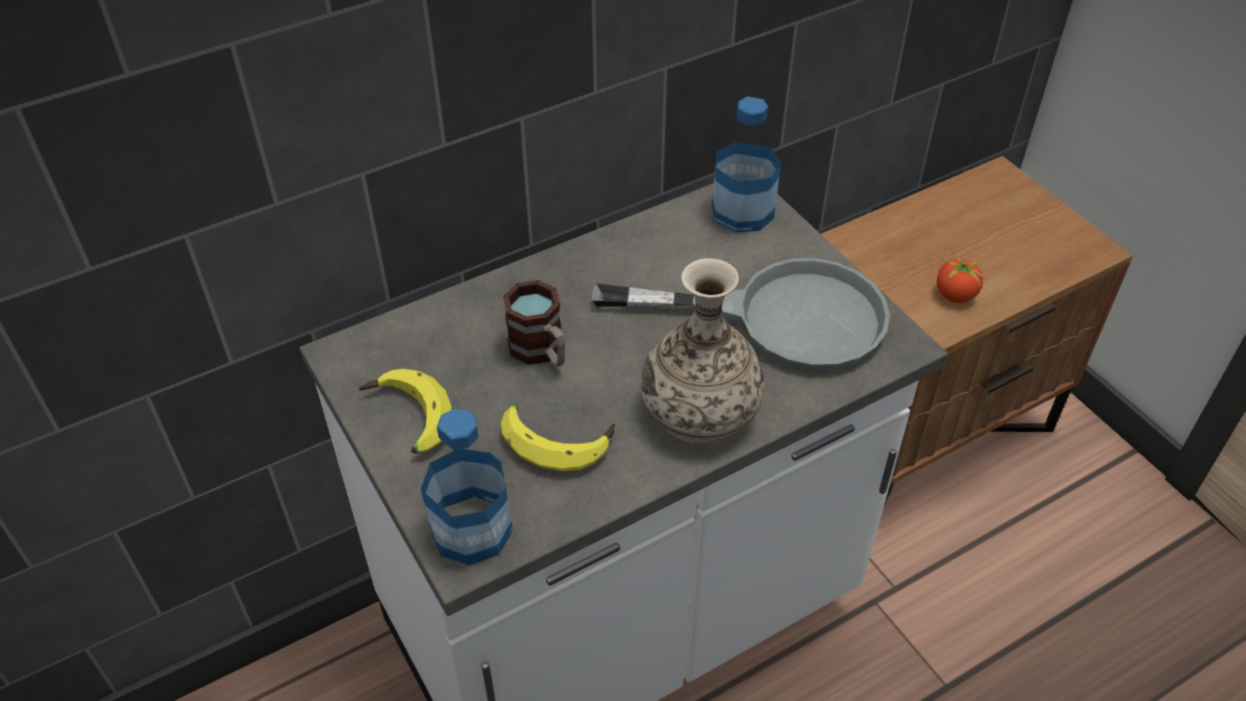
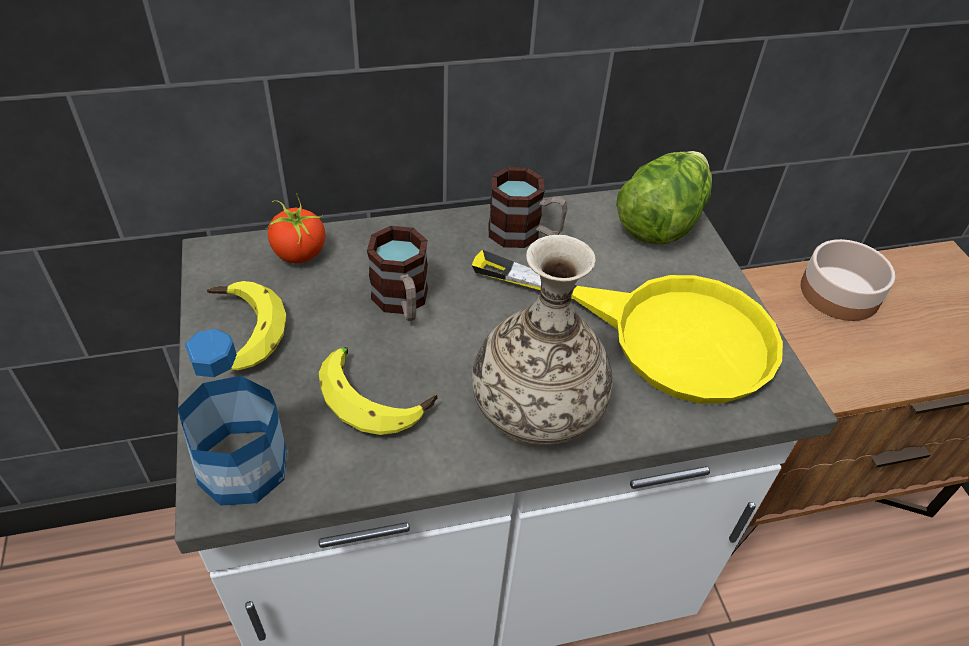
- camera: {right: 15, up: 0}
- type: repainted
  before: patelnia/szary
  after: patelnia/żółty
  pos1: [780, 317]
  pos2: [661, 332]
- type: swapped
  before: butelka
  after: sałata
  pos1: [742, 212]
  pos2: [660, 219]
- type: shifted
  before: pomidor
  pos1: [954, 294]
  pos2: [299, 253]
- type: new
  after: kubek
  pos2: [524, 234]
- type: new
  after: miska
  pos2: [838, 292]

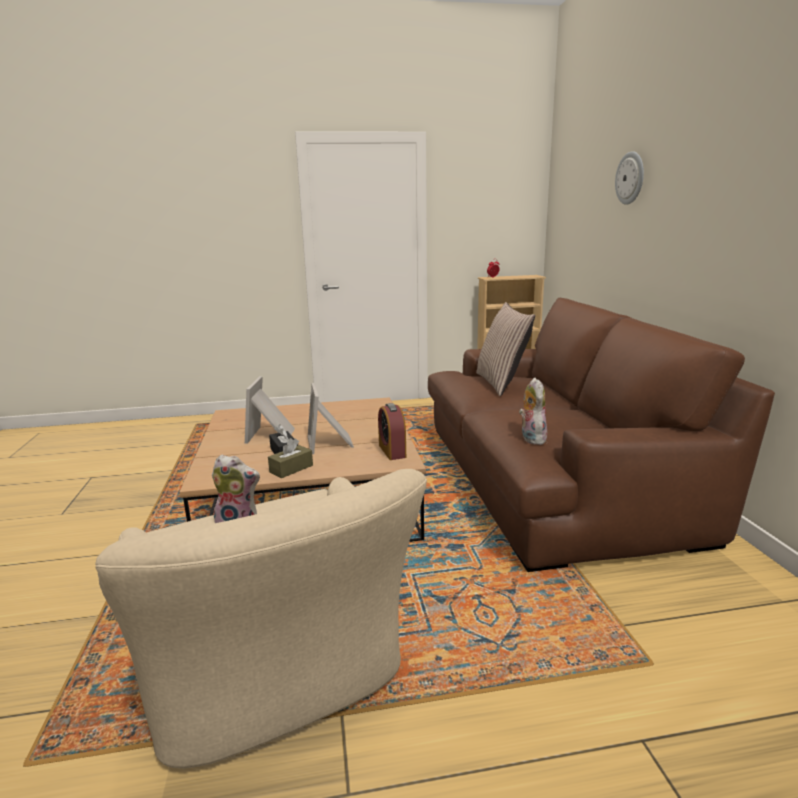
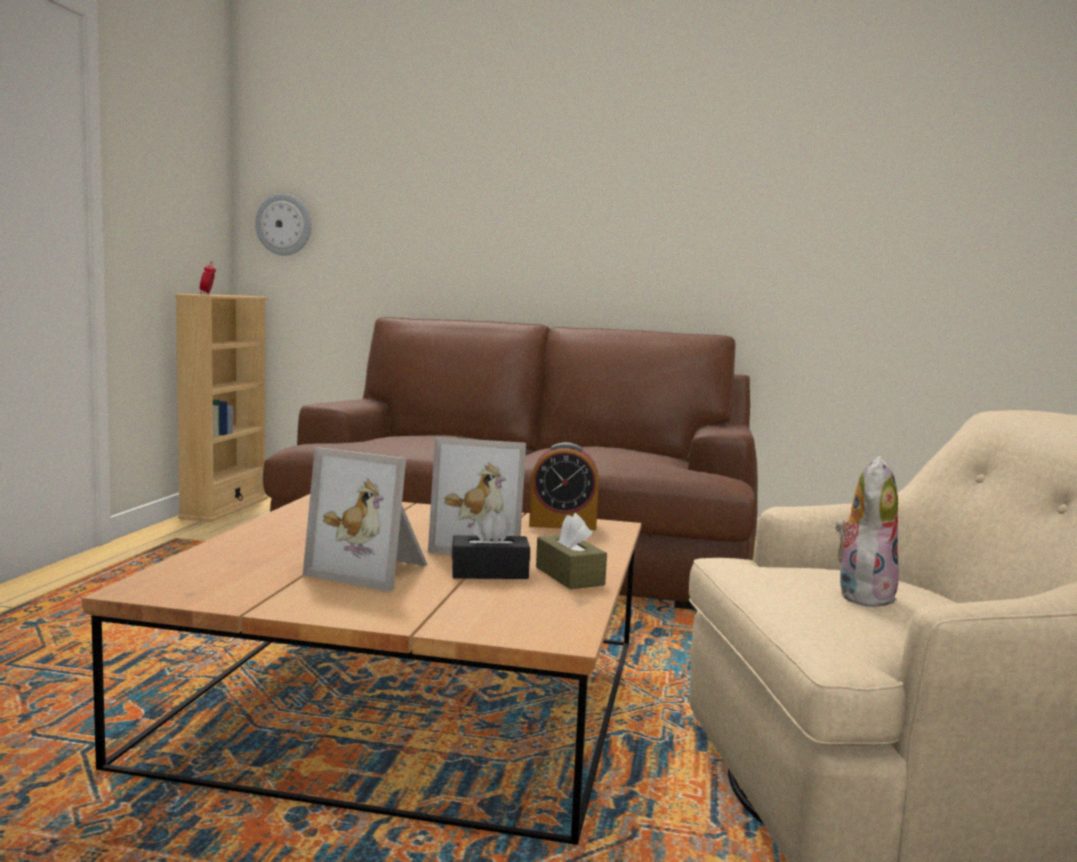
- camera: {right: -70, up: -10}
- type: gone
  before: poduszka
  pos1: [501, 383]
- type: gone
  before: pluszak
  pos1: [531, 438]
- type: shifted
  before: zegar ścienny
  pos1: [630, 178]
  pos2: [284, 225]

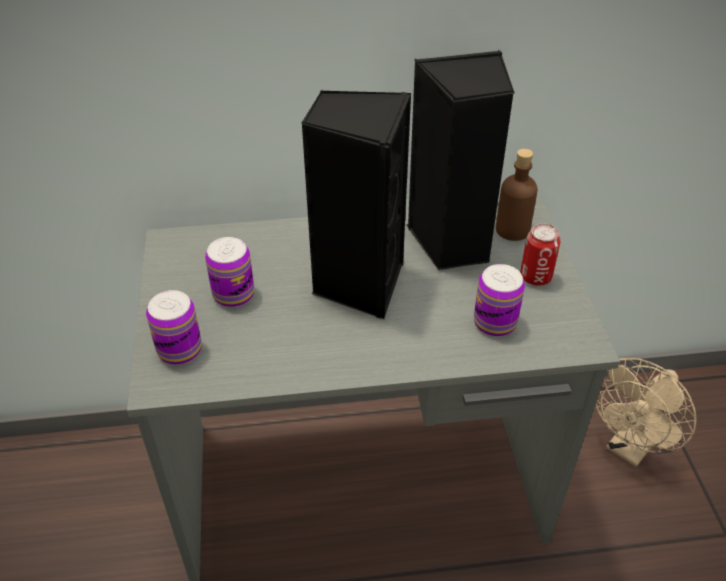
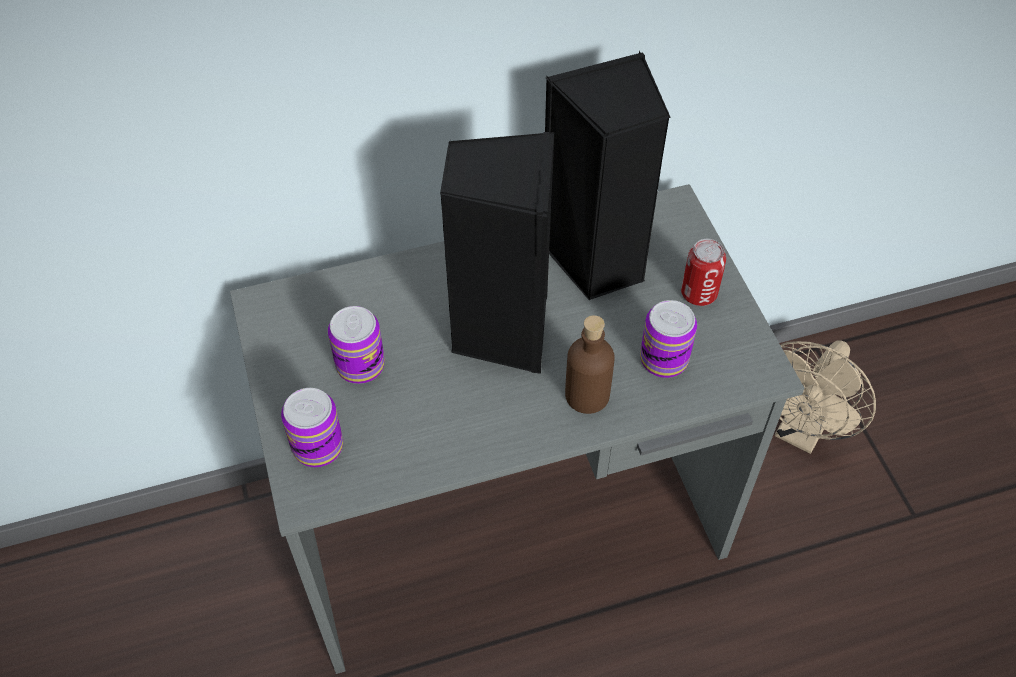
- camera: {right: -10, up: 10}
- type: shifted
  before: butelka/brązowy
  pos1: [512, 230]
  pos2: [587, 395]

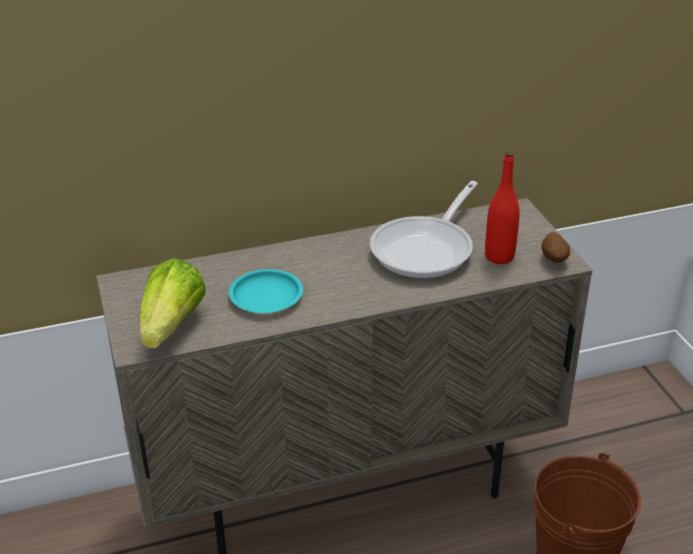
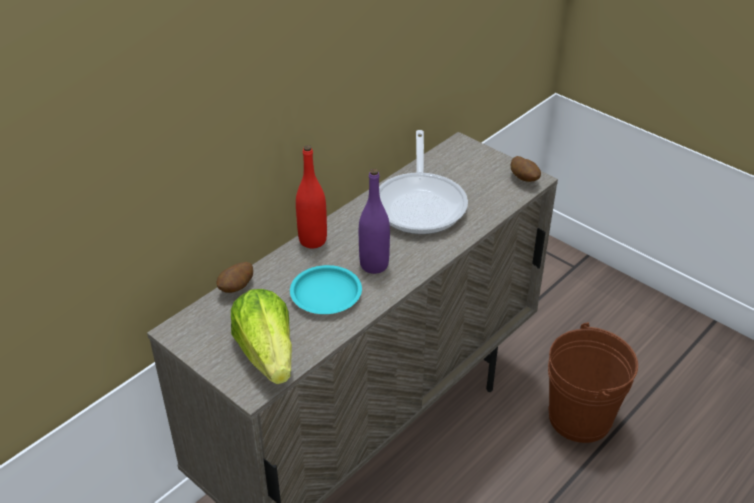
- camera: {right: -30, up: 5}
- type: shifted
  before: butelka/czerwony
  pos1: [499, 257]
  pos2: [313, 240]
- type: new
  after: ziemniak
  pos2: [237, 288]
- type: new
  after: butelka/fioletowy
  pos2: [374, 265]

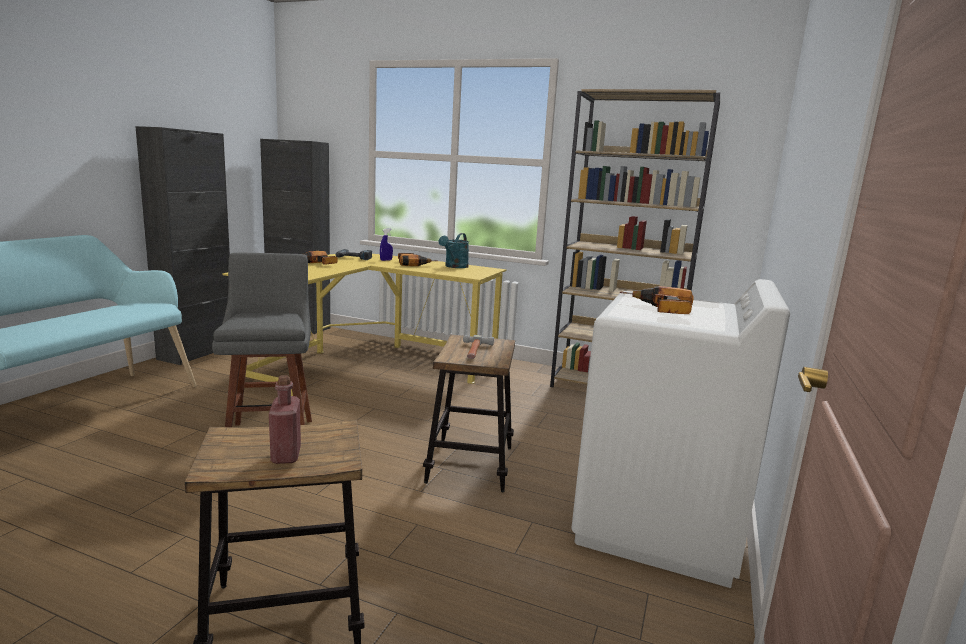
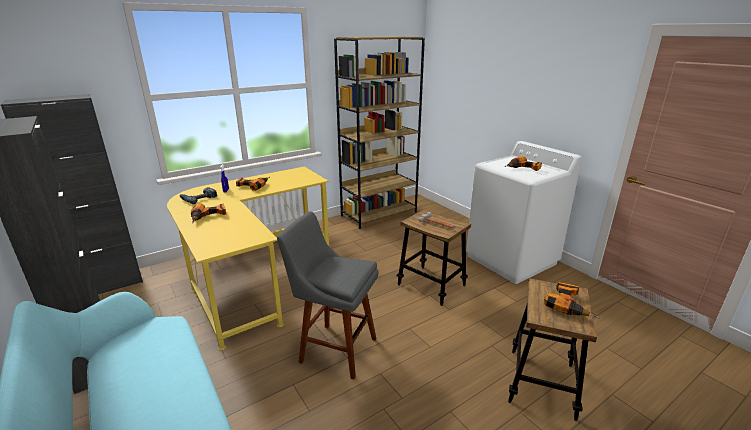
- camera: {right: -55, up: 10}
- type: swapped
  before: butelka/czerwony
  after: wiertarka
  pos1: [286, 455]
  pos2: [569, 305]
- type: gone
  before: konewka/turkusowy
  pos1: [454, 267]

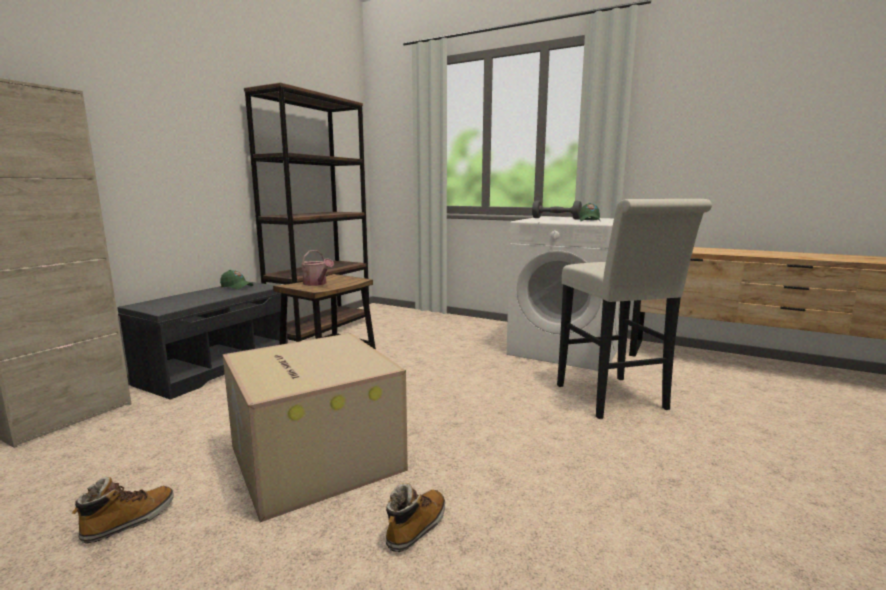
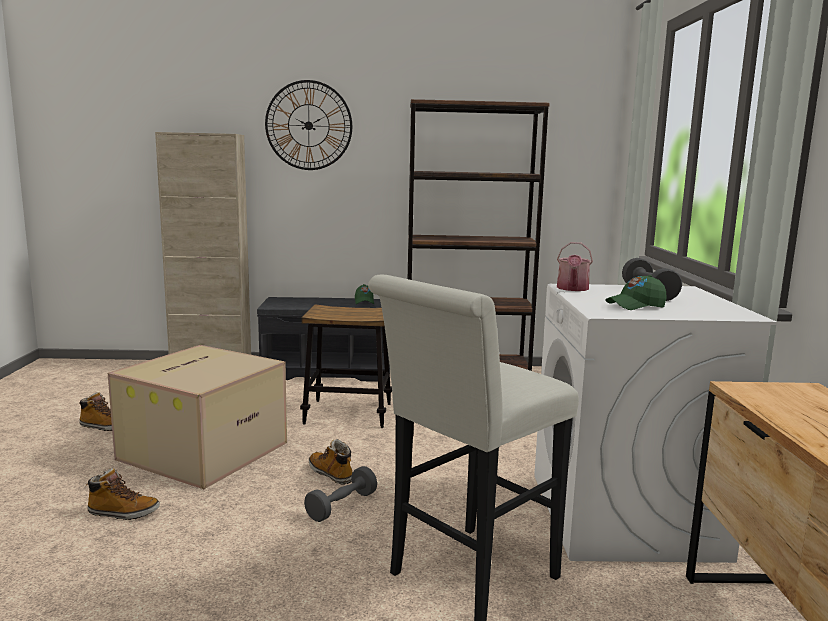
- camera: {right: 60, up: 0}
- type: shifted
  before: konewka
  pos1: [317, 284]
  pos2: [572, 289]
- type: new
  after: zegar ścienny
  pos2: [308, 125]
- type: new
  after: hantel/szary
  pos2: [341, 506]
- type: new
  after: but z cholewką
  pos2: [331, 474]

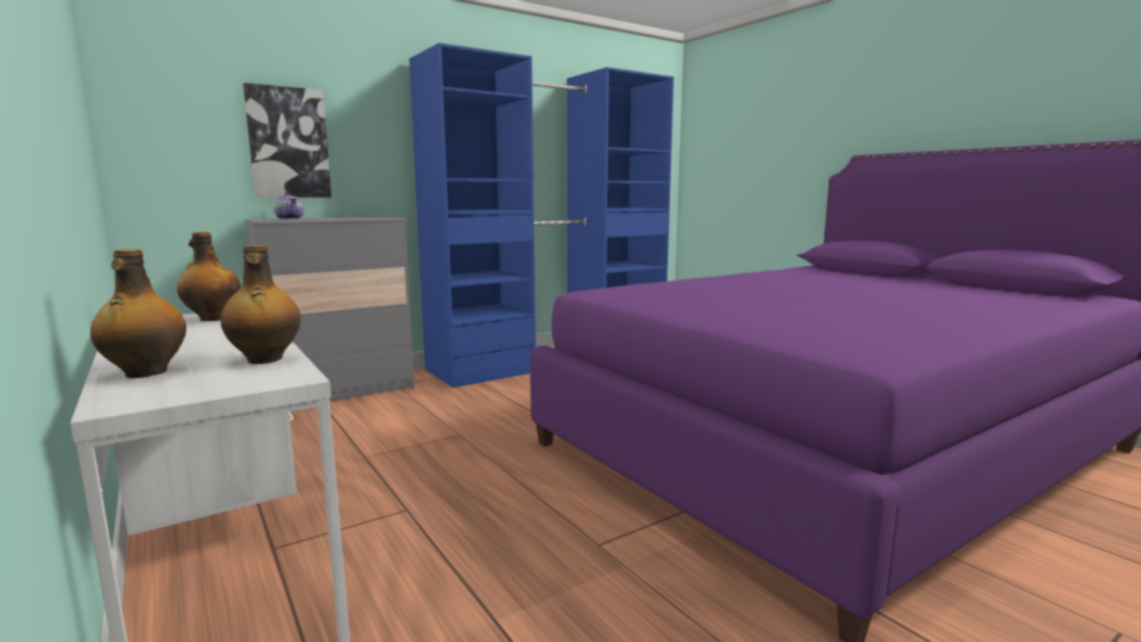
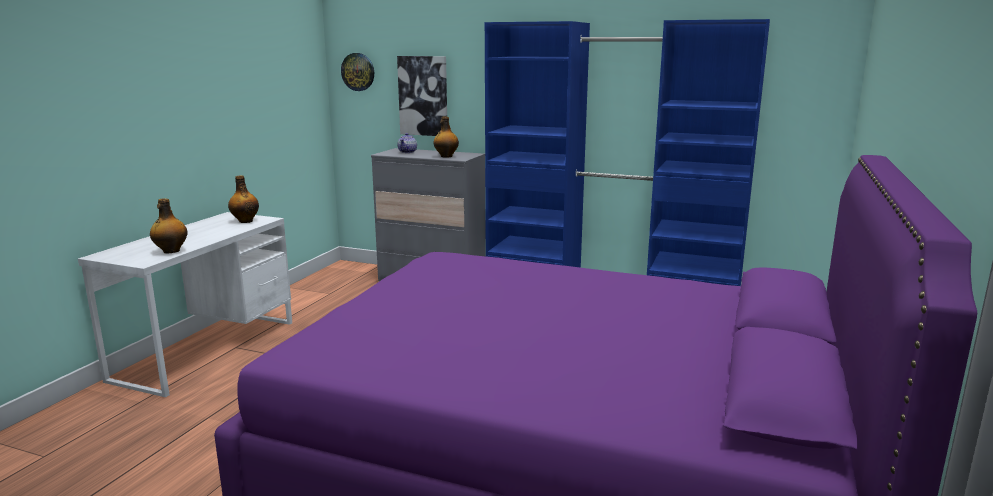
- camera: {right: 55, up: 5}
- type: shifted
  before: butelka
  pos1: [145, 373]
  pos2: [446, 156]
- type: new
  after: zegar ścienny
  pos2: [358, 72]

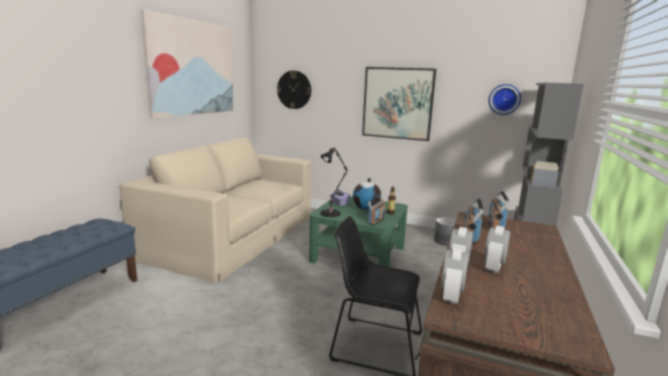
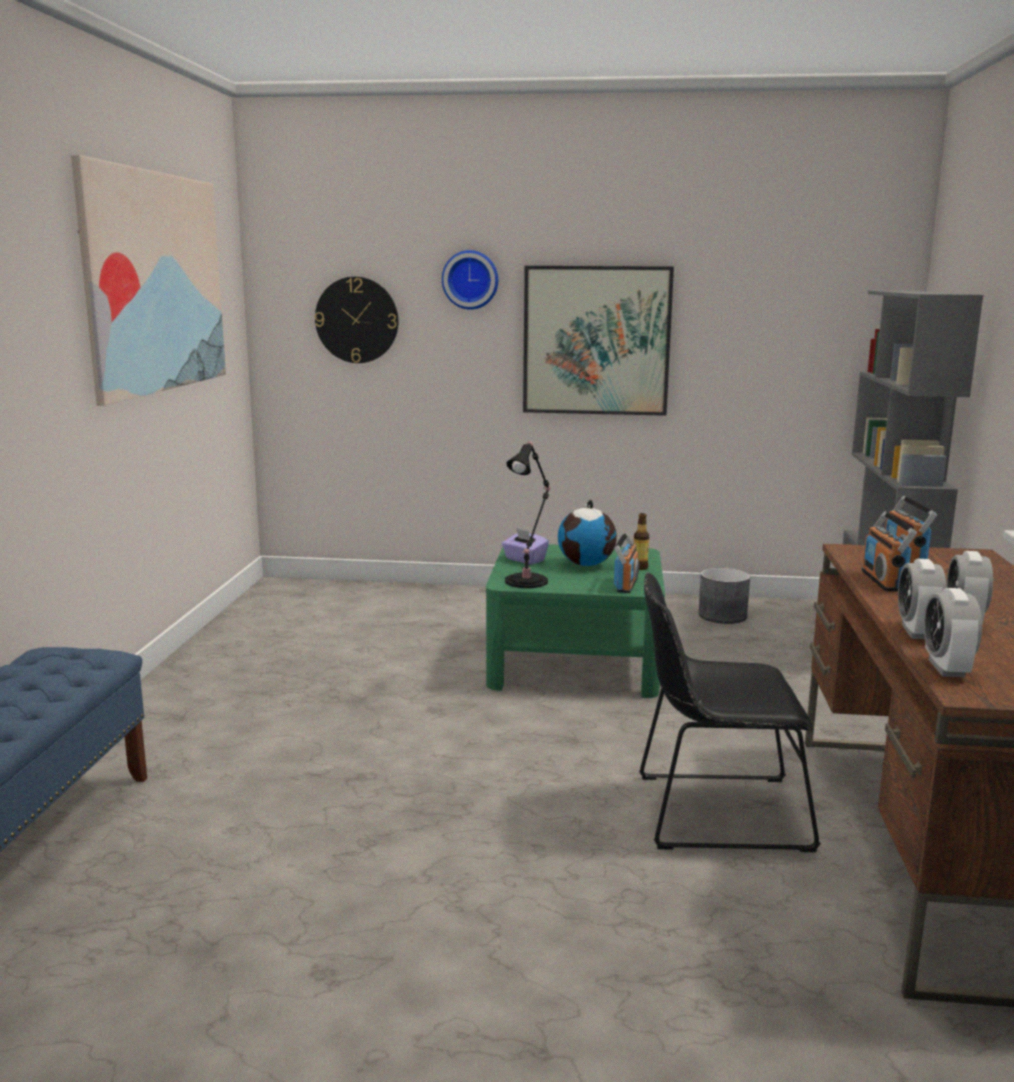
- camera: {right: -15, up: 0}
- type: gone
  before: kanapa/beżowy
  pos1: [232, 234]
- type: shifted
  before: zegar ścienny
  pos1: [504, 99]
  pos2: [470, 280]

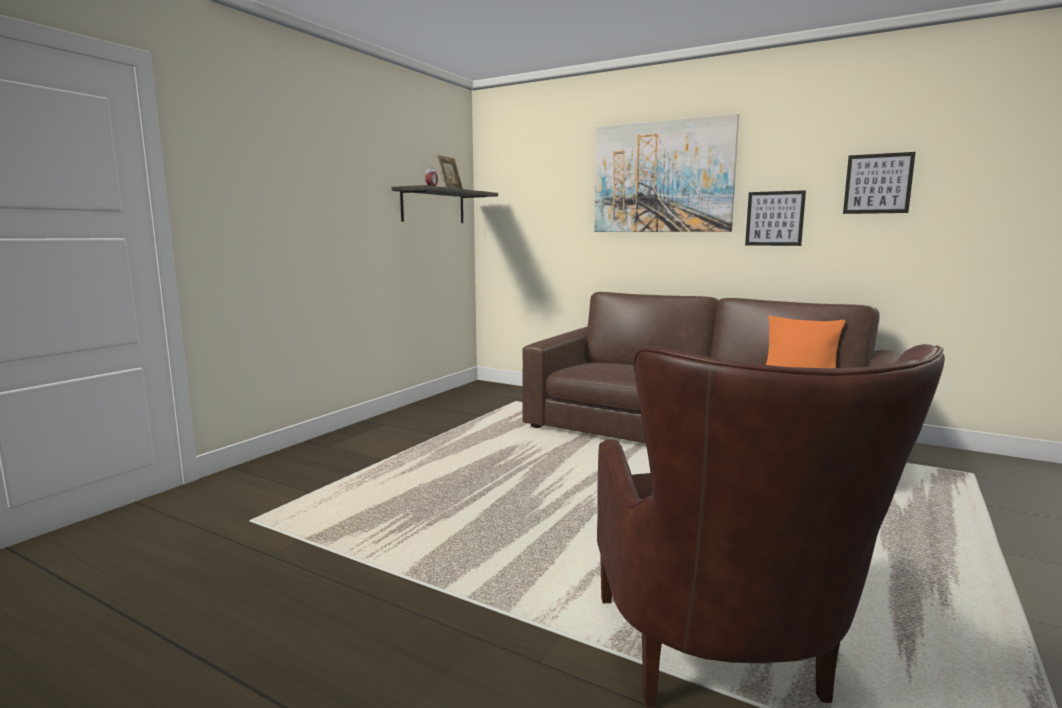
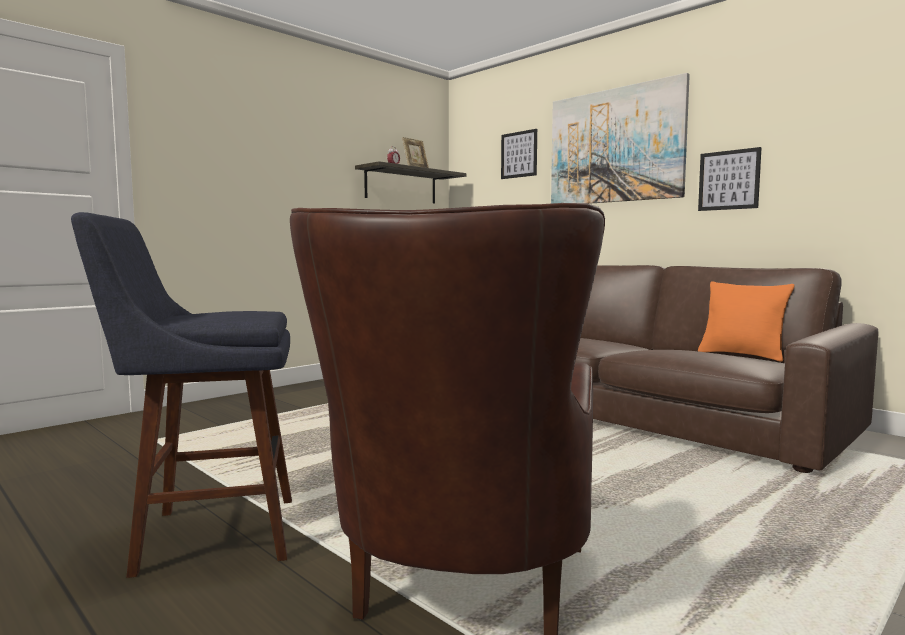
- camera: {right: 15, up: -5}
- type: shifted
  before: obraz
  pos1: [878, 183]
  pos2: [519, 154]
- type: new
  after: stołek/niebieski
  pos2: [206, 535]

